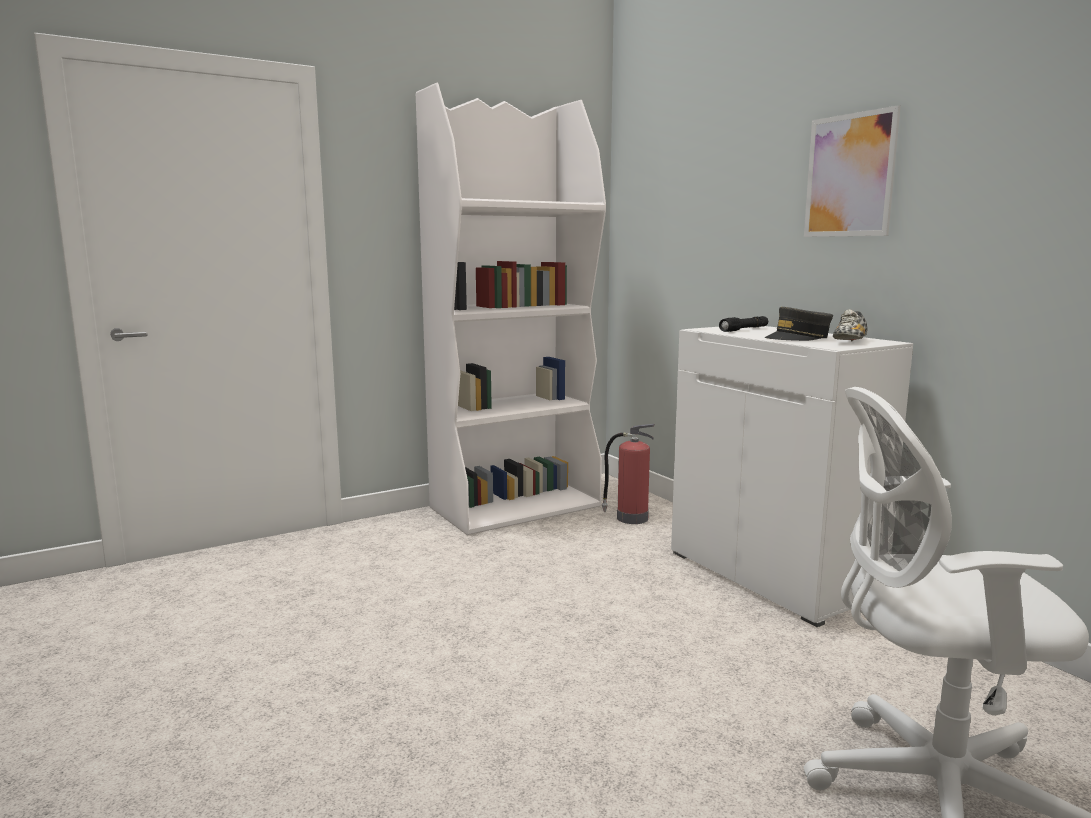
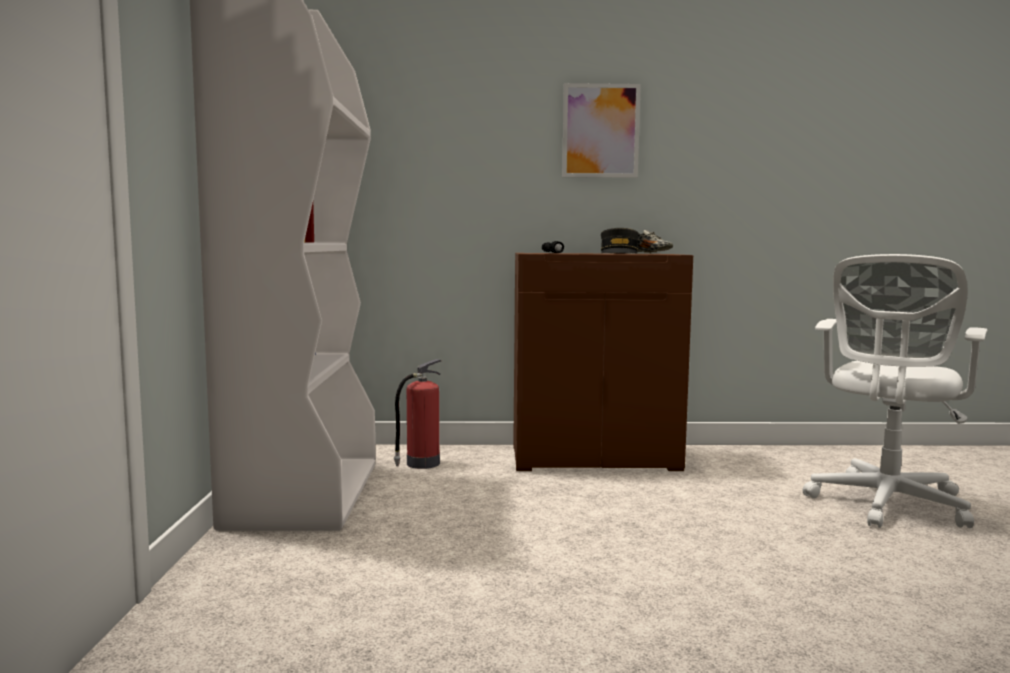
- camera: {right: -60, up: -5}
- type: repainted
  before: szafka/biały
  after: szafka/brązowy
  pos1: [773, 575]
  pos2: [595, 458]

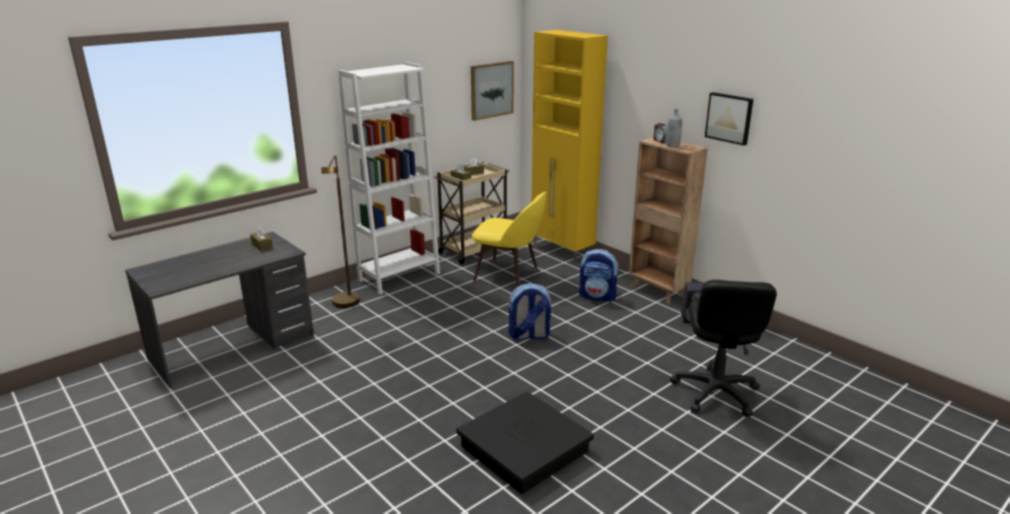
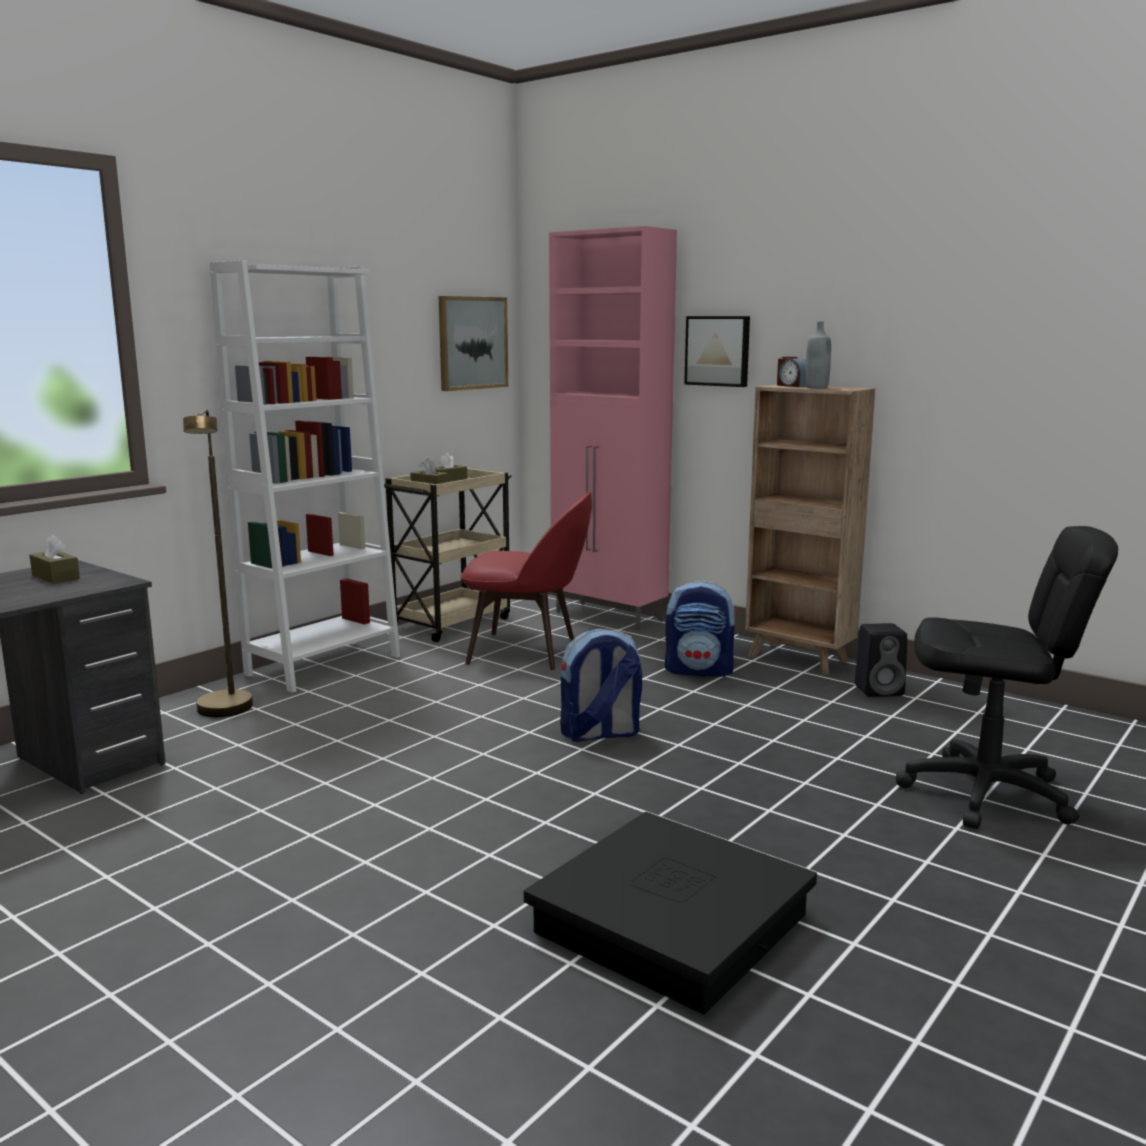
- camera: {right: -10, up: -10}
- type: repainted
  before: krzesło/żółty
  after: krzesło/czerwony
  pos1: [509, 274]
  pos2: [527, 651]
- type: repainted
  before: szafka/żółty
  after: szafka/różowy
  pos1: [562, 251]
  pos2: [609, 616]
- type: rotated
  before: krzesło biurowe/czarny
  pos1: [715, 393]
  pos2: [986, 794]
  turn: -75
- type: shifted
  before: obraz
  pos1: [729, 118]
  pos2: [718, 351]

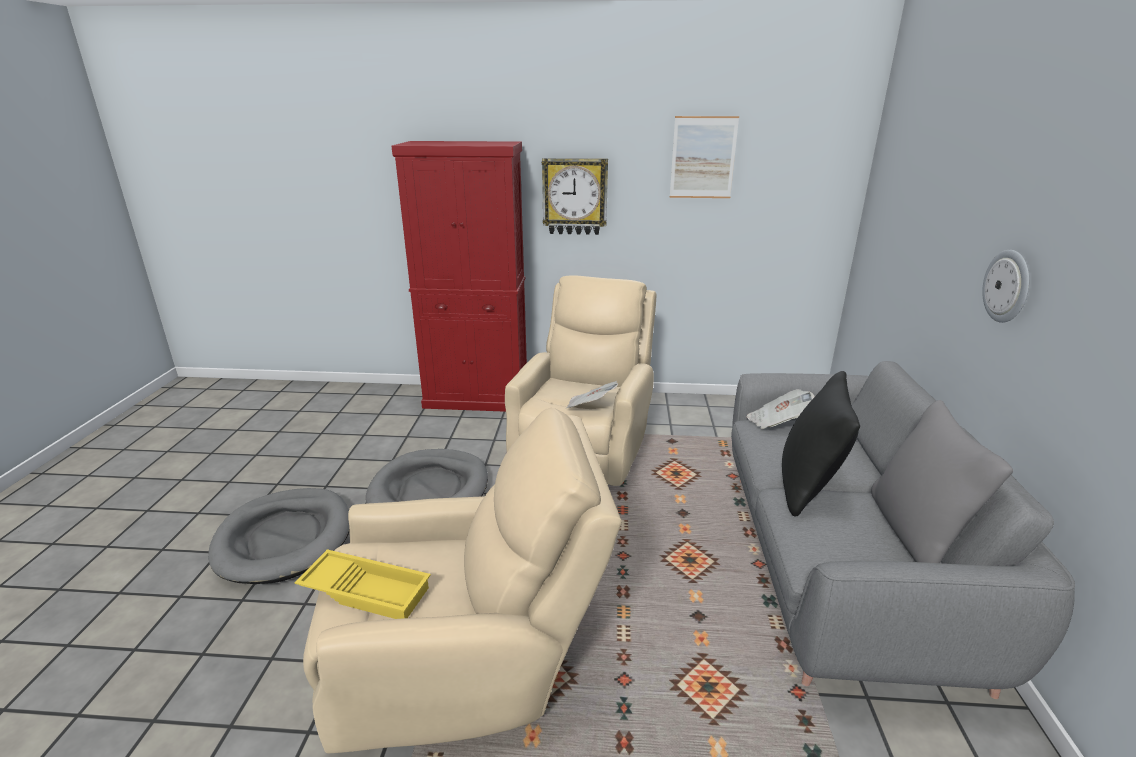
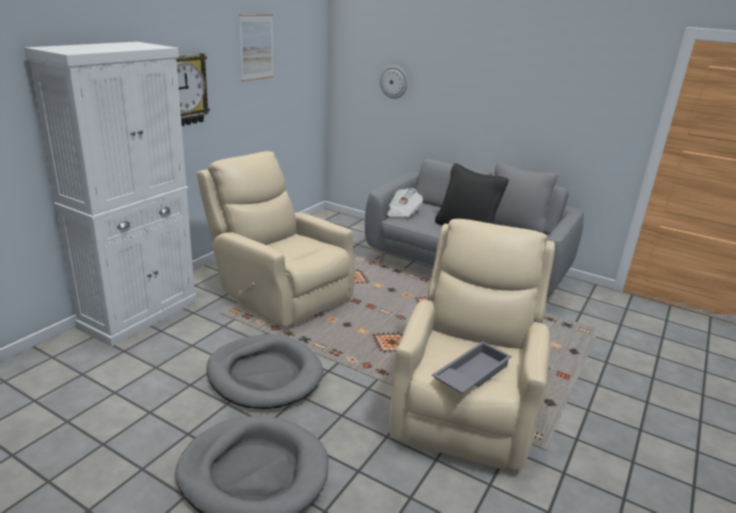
- camera: {right: -65, up: 0}
- type: repainted
  before: taca/żółty
  after: taca/szary
  pos1: [367, 590]
  pos2: [470, 373]
- type: repainted
  before: szafka/czerwony
  after: szafka/biały
  pos1: [477, 398]
  pos2: [140, 314]
- type: gone
  before: gazeta
  pos1: [590, 407]
- type: shifted
  before: zegar ścienny
  pos1: [1007, 286]
  pos2: [394, 82]

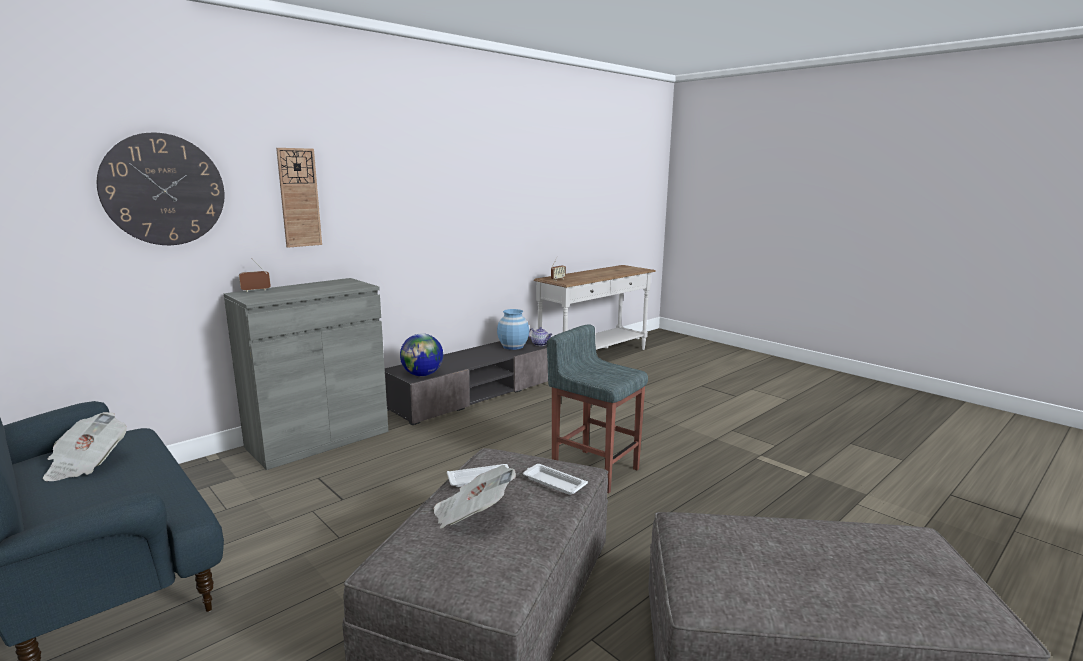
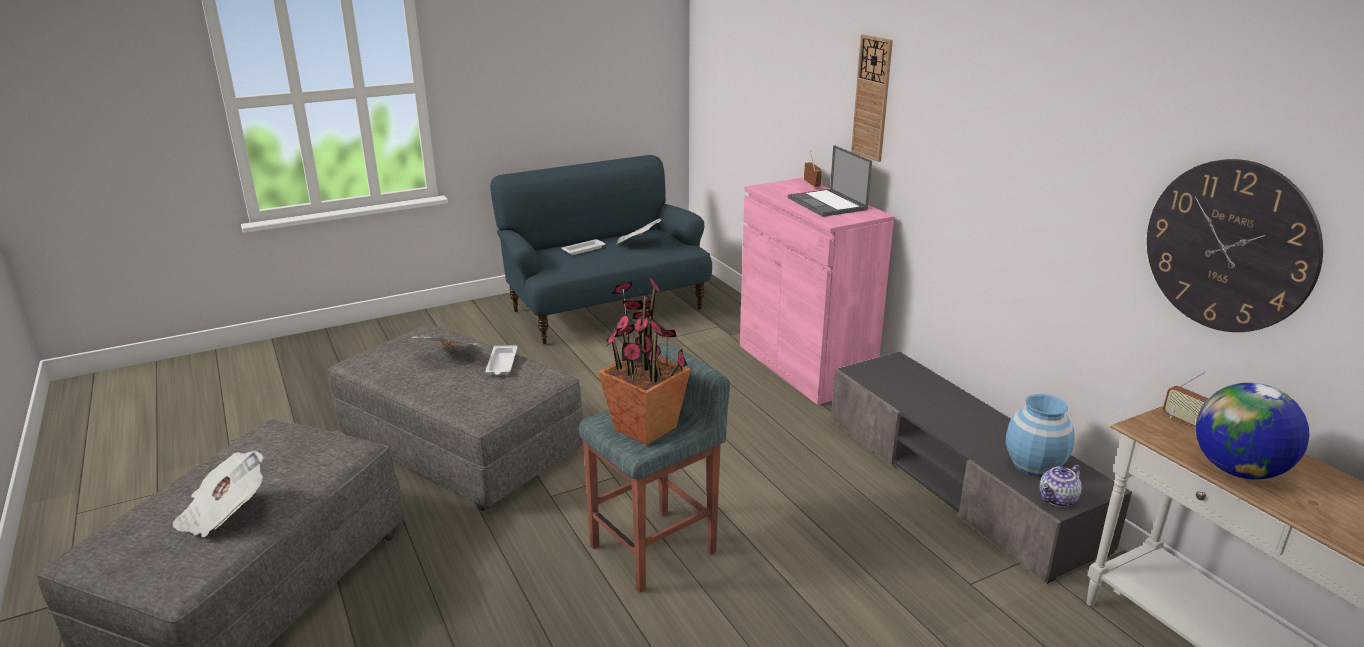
- camera: {right: 105, up: 10}
- type: shifted
  before: zegar ścienny
  pos1: [163, 190]
  pos2: [1229, 246]
- type: repainted
  before: szafka/szary
  after: szafka/różowy
  pos1: [318, 439]
  pos2: [804, 366]
- type: shifted
  before: globus
  pos1: [422, 375]
  pos2: [1238, 471]
- type: shifted
  before: taca/biały
  pos1: [553, 482]
  pos2: [584, 249]
- type: new
  after: gazeta
  pos2: [224, 513]
- type: new
  after: roślina doniczkowa
  pos2: [645, 428]
- type: new
  after: laptop
  pos2: [828, 204]

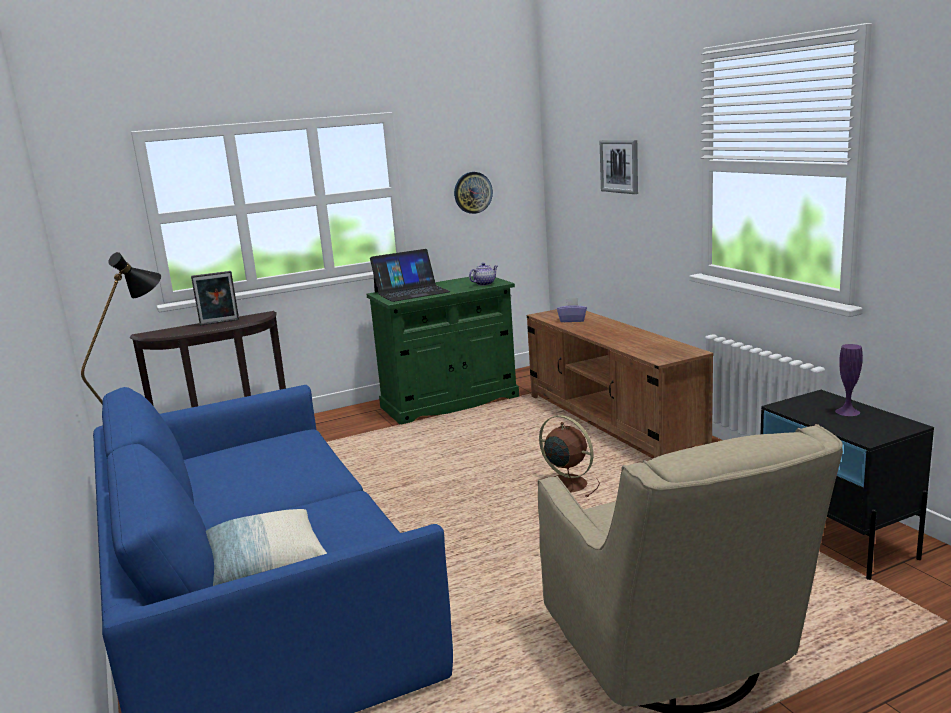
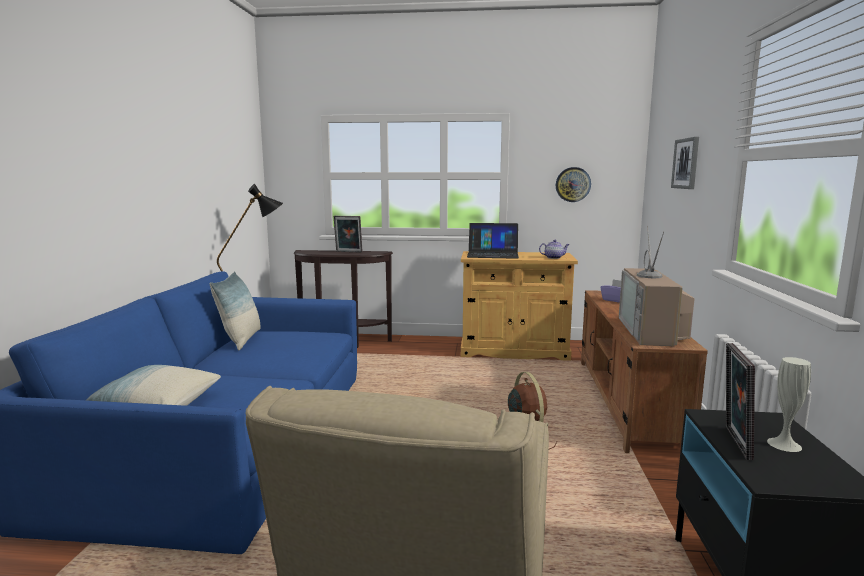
- camera: {right: 30, up: -5}
- type: repainted
  before: szafka/zielony
  after: szafka/beżowy
  pos1: [450, 402]
  pos2: [514, 351]
- type: repainted
  before: wazon/fioletowy
  after: wazon/biały
  pos1: [847, 412]
  pos2: [784, 444]
- type: new
  after: poduszka
  pos2: [241, 340]
- type: new
  after: telewizor
  pos2: [652, 332]
- type: new
  after: ramka na zdjęcie
  pos2: [733, 442]

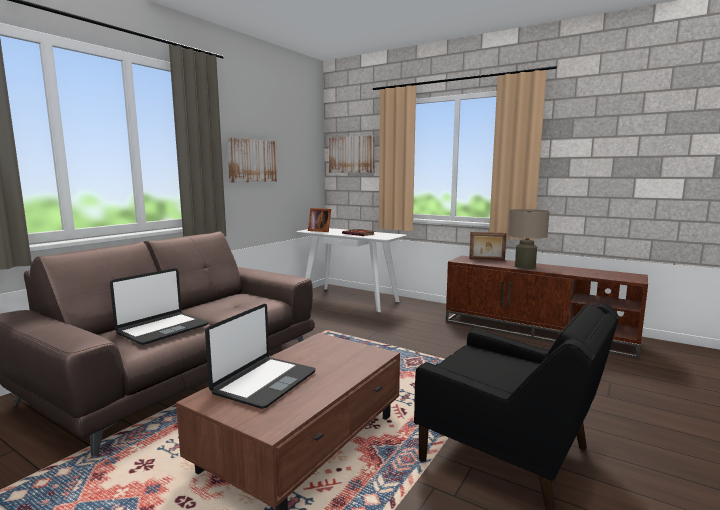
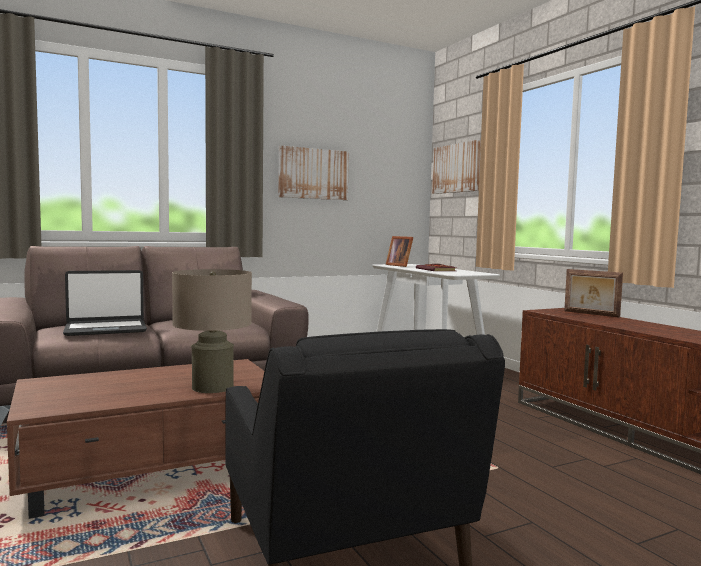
- camera: {right: 30, up: -5}
- type: gone
  before: laptop
  pos1: [264, 382]
- type: shifted
  before: lampa stołowa/beżowy
  pos1: [525, 266]
  pos2: [212, 387]

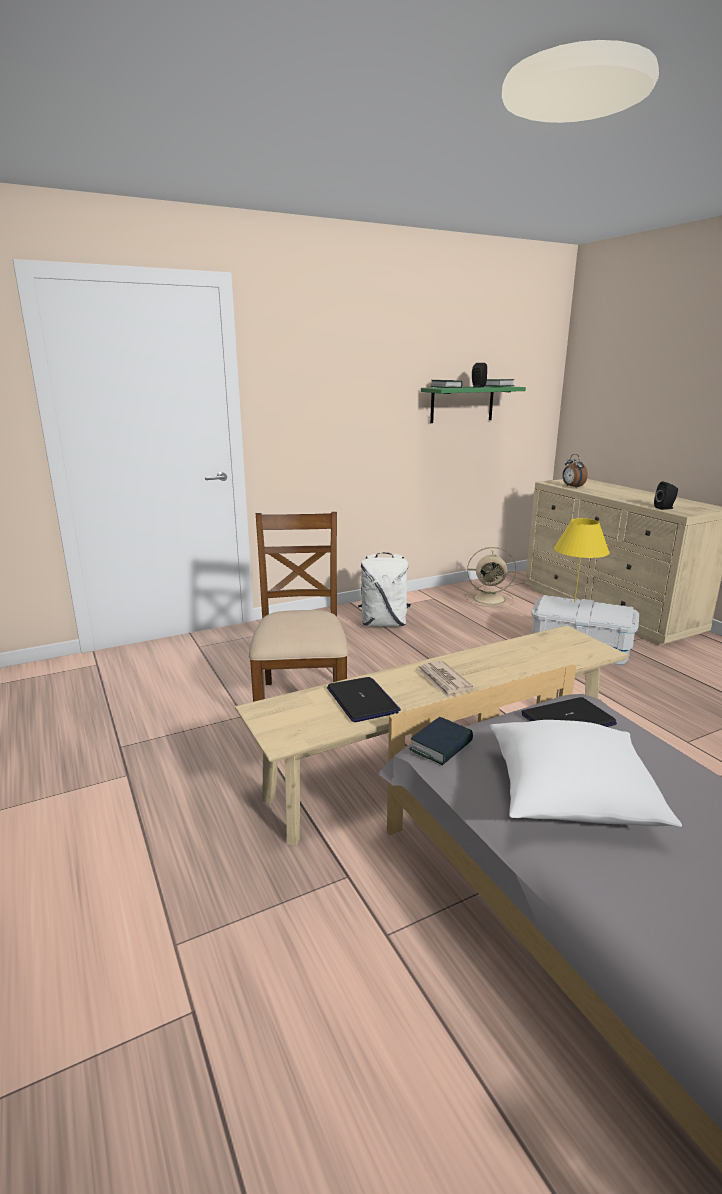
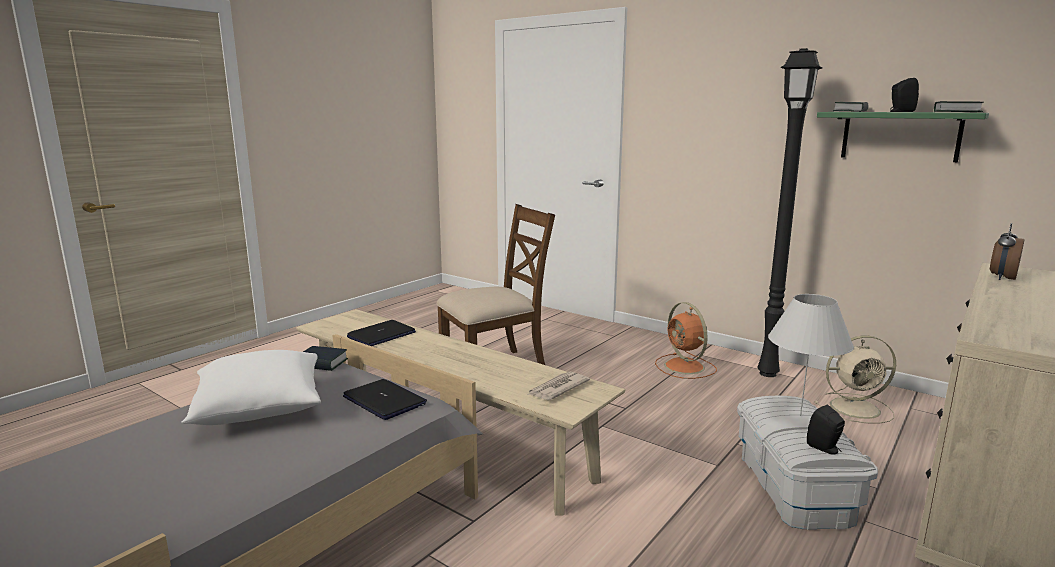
- camera: {right: 65, up: -5}
- type: swapped
  before: plecak/biały
  after: wentylator/pomarańczowy
  pos1: [384, 623]
  pos2: [685, 367]
- type: shifted
  before: gazeta
  pos1: [443, 681]
  pos2: [557, 388]
- type: rotated
  before: wentylator/beżowy
  pos1: [490, 599]
  pos2: [856, 408]
  turn: -75
- type: repainted
  before: lampa stołowa/żółty
  after: lampa stołowa/biały
  pos1: [574, 602]
  pos2: [800, 415]
- type: shifted
  before: głośnik/czarny
  pos1: [665, 508]
  pos2: [825, 448]
- type: new
  after: lampa stojąca/czarny
  pos2: [769, 373]

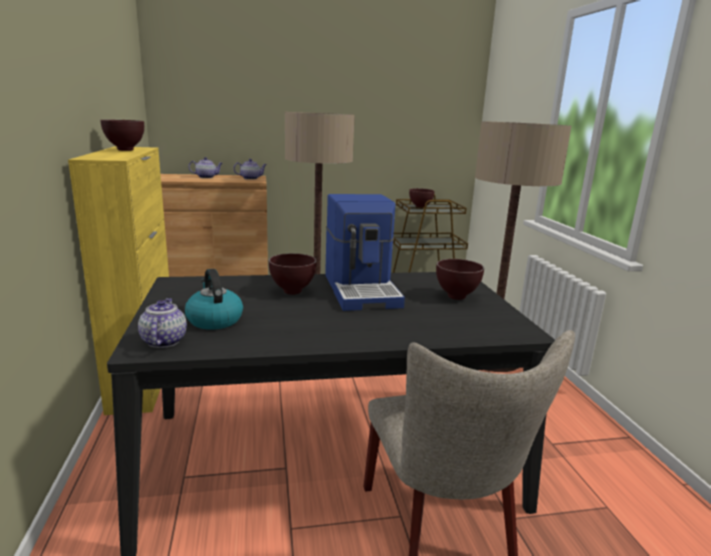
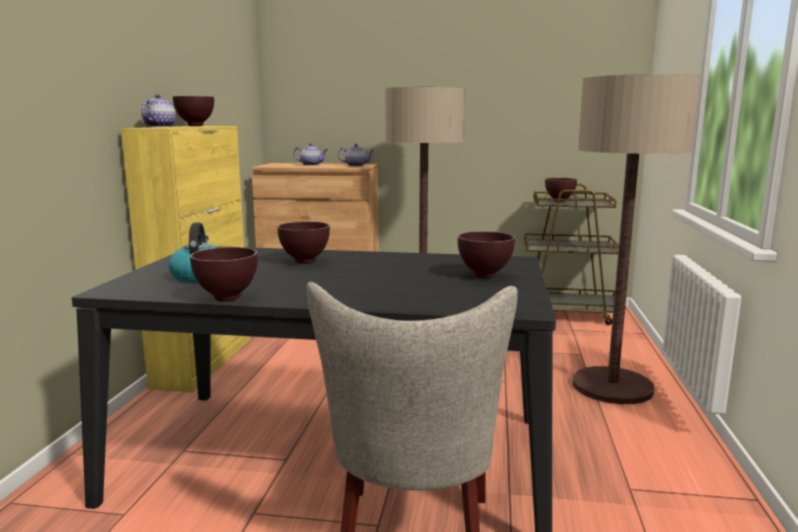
- camera: {right: 20, up: -5}
- type: shifted
  before: imbryk
  pos1: [163, 341]
  pos2: [160, 127]
- type: gone
  before: ekspres do kawy
  pos1: [362, 290]
- type: new
  after: miska/brązowy
  pos2: [225, 299]

